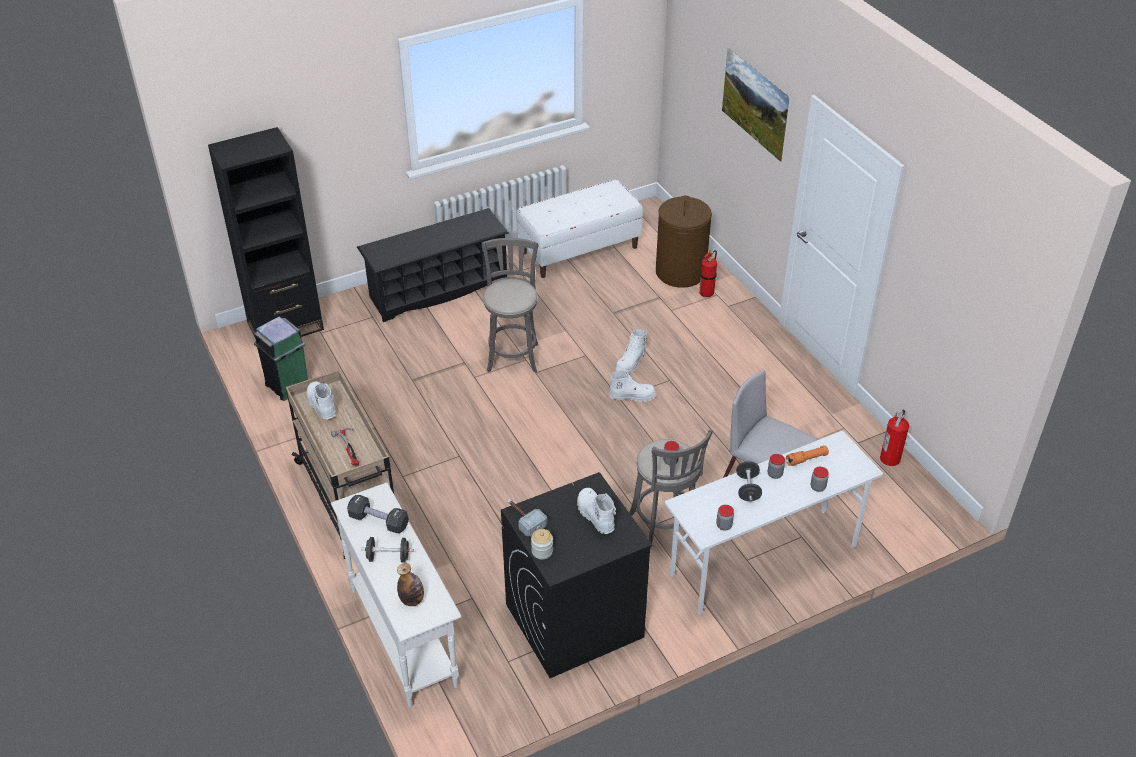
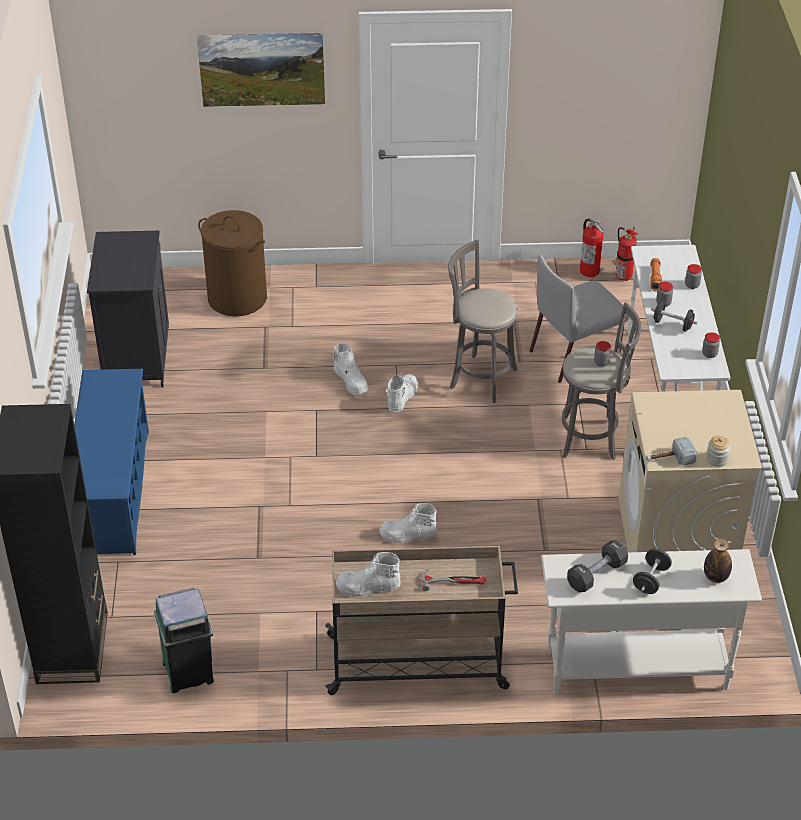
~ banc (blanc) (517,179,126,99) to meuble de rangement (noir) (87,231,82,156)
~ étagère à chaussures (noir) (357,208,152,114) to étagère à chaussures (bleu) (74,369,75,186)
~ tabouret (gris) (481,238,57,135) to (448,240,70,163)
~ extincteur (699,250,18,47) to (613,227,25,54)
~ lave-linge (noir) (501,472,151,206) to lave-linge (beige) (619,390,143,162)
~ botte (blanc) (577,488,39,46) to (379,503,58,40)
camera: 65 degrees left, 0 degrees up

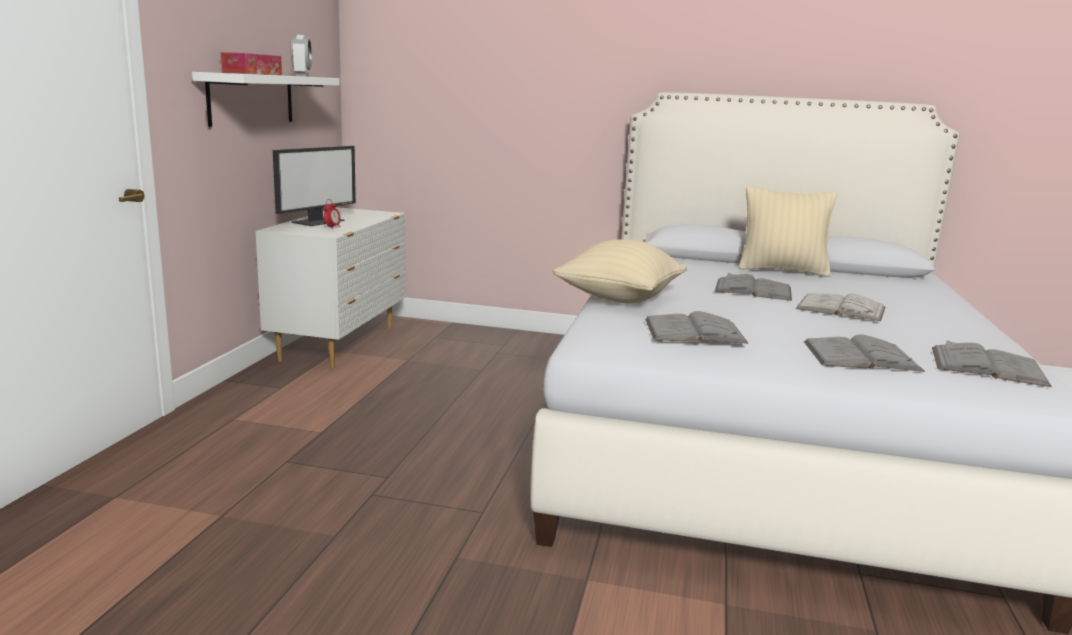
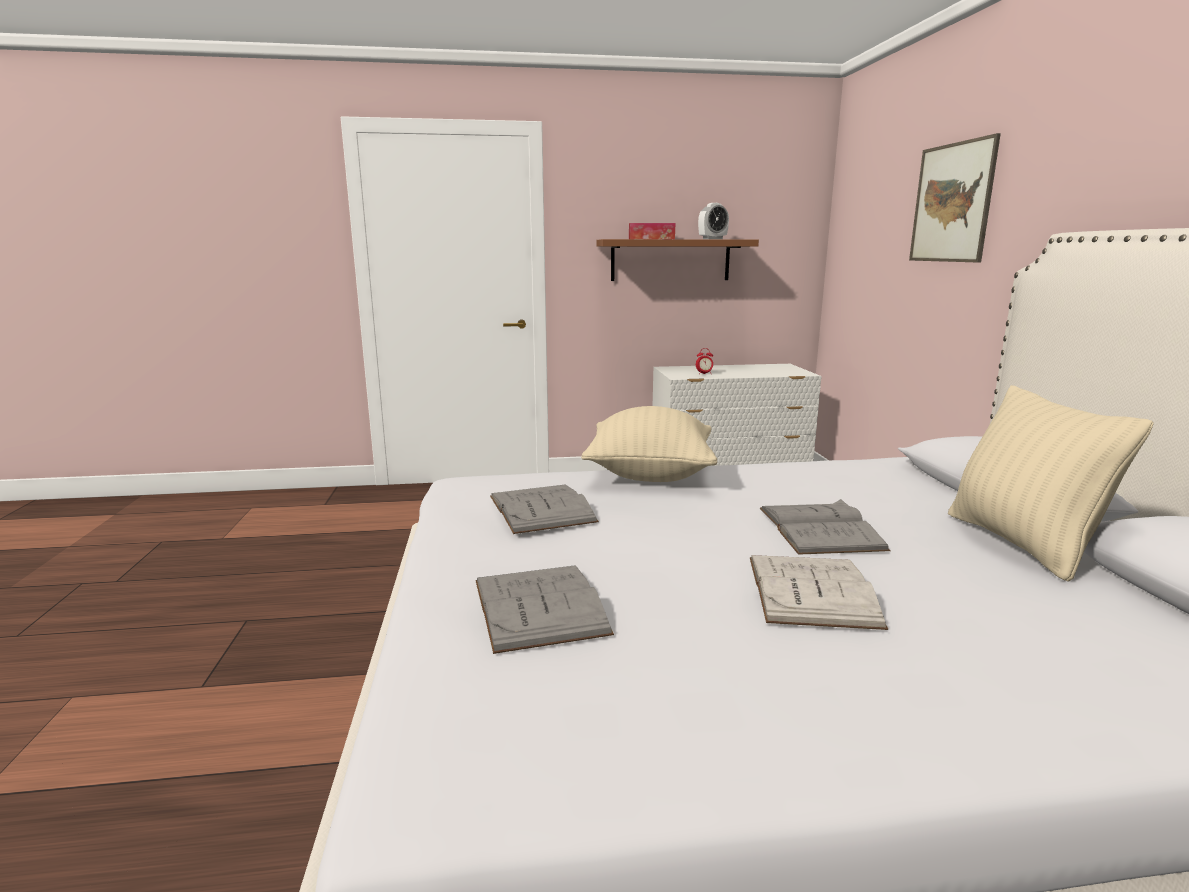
~ étagère (blanc) (192,72,148,55) to étagère (marron) (596,239,163,42)
- écran d'ordinateur (273,146,83,80)
- livre (gris) (932,340,120,47)
+ tableau (909,133,92,130)
camera: 70 degrees right, 0 degrees up

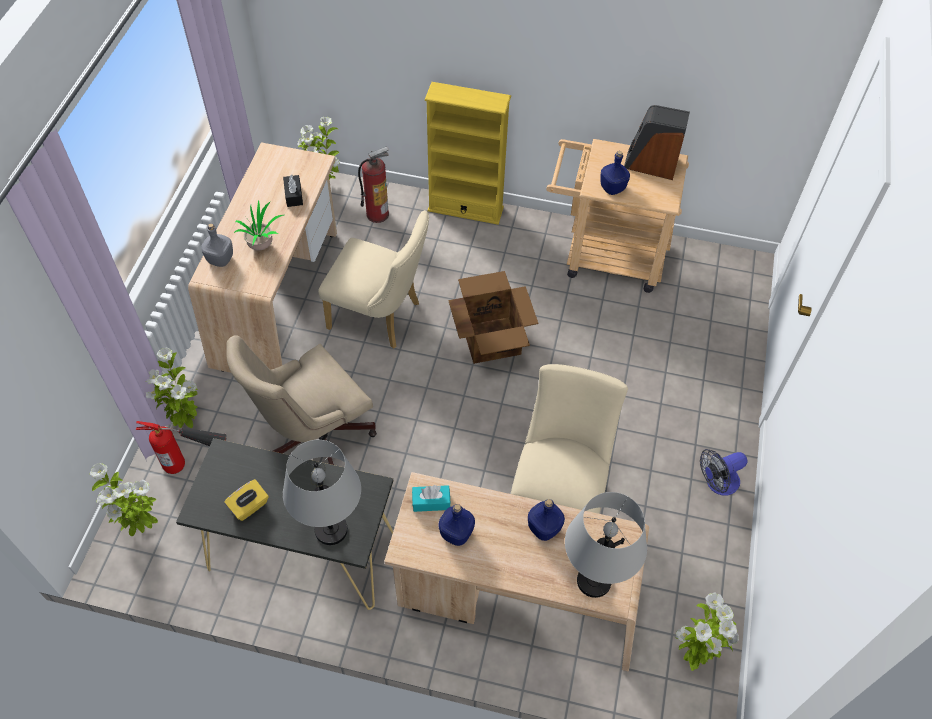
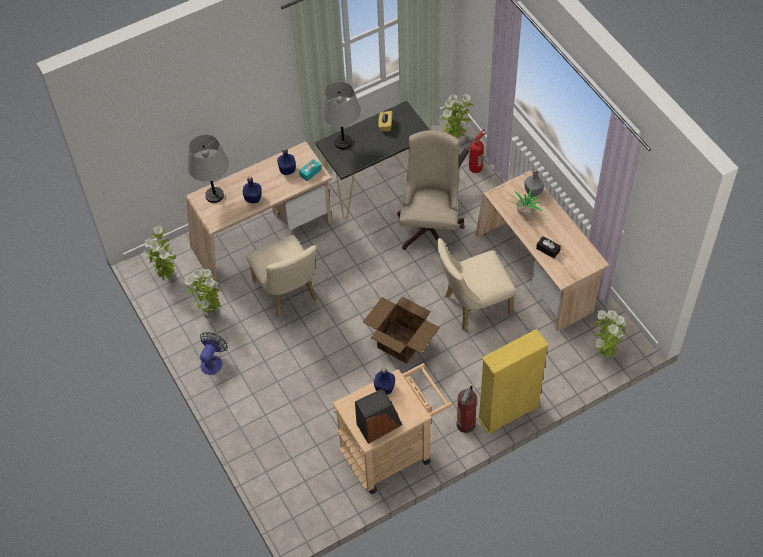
~ extincteur (358,146,31,77) to (456,386,21,47)
~ plante en pot (145,348,53,80) to (184,269,38,45)
camera: 140 degrees right, 0 degrees up

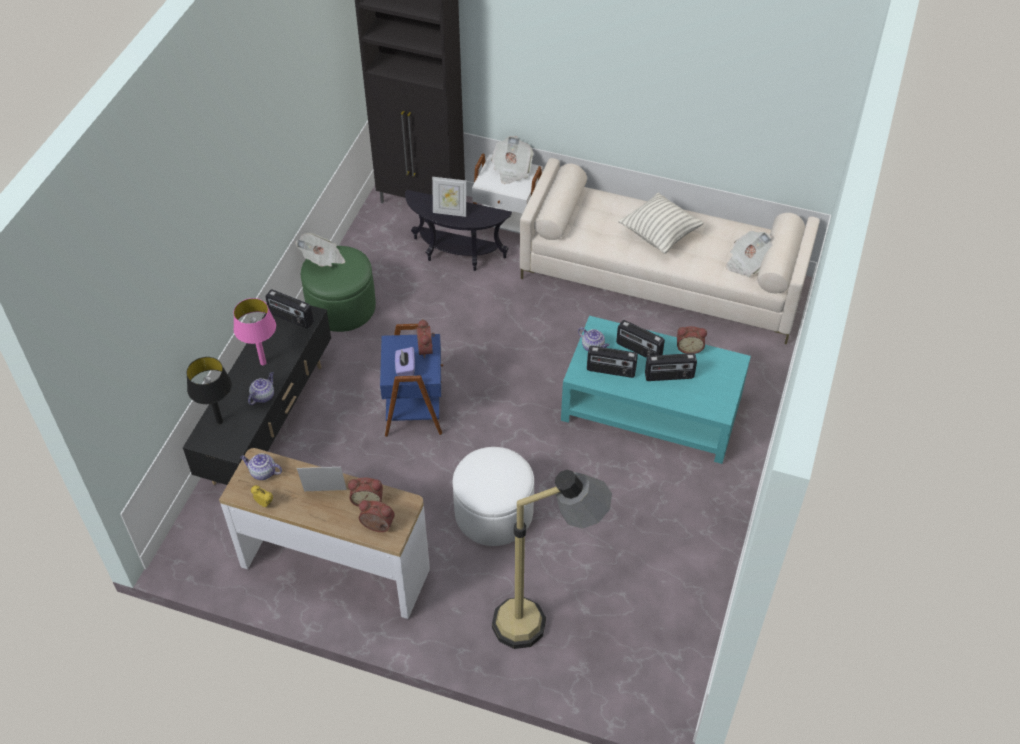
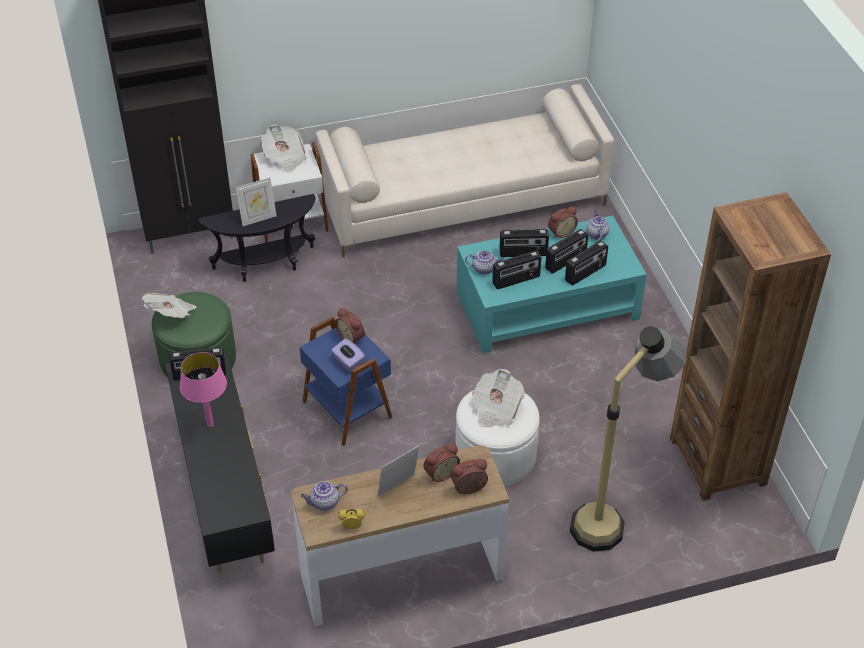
- coussin (619,193,85,61)
~ journal (725,231,48,47) to (472,369,53,59)
- lampe de table (noir) (186,357,46,67)
~ théière (248,372,26,33) to (586,210,24,31)
+ bibliothèque (marron) (670,192,161,309)
+ radio (565,241,43,45)
camera: 35 degrees left, 5 degrees down

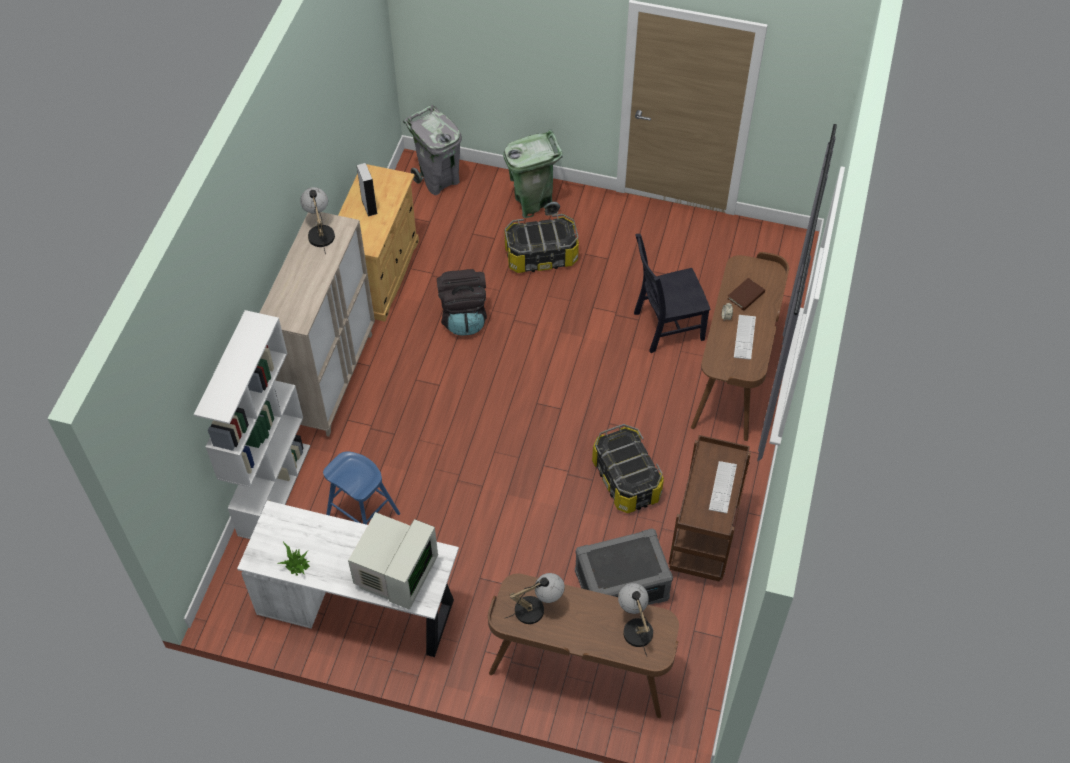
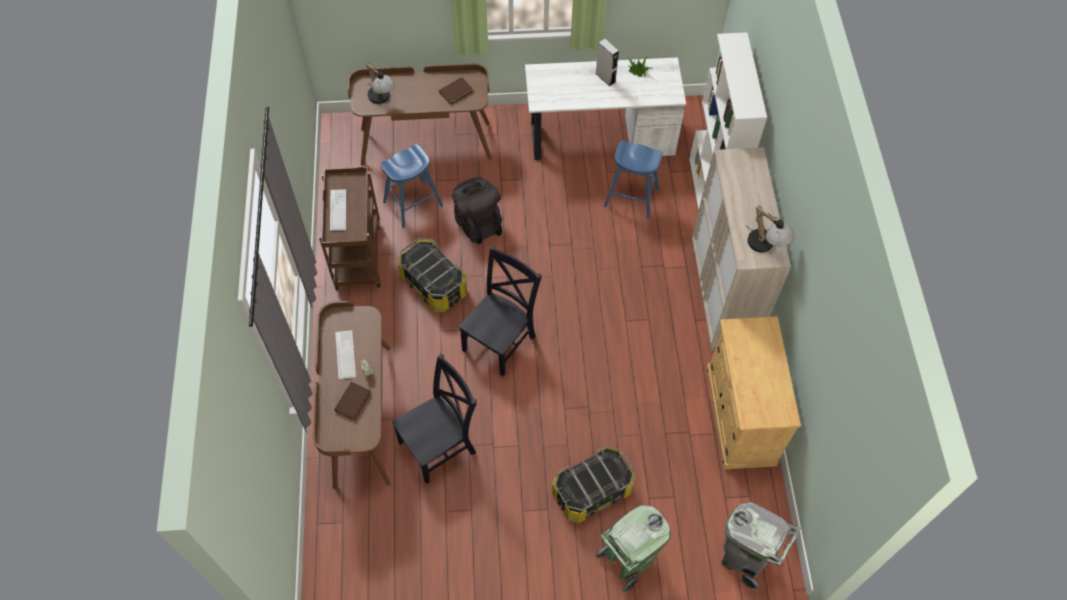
~ enceinte (gris) (357,163,20,54) to (595,38,24,48)
~ sac à dos (noir) (437,269,50,67) to (452,177,50,67)
- écran d'ordinateur (348,512,90,98)
~ boîte de rangement (gris) (575,528,98,77) to tabouret (bleu) (381,144,62,84)
~ lampe de table (506,573,59,51) to livre (marron) (439,77,34,27)
+ chaise (noir) (459,245,83,131)
camera: 160 degrees right, 5 degrees up

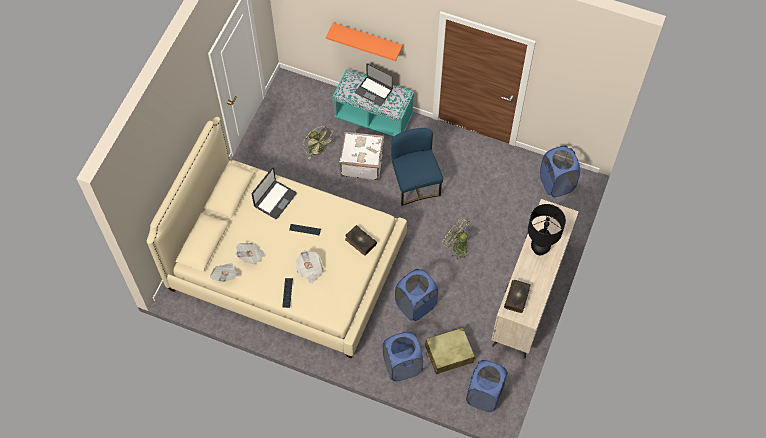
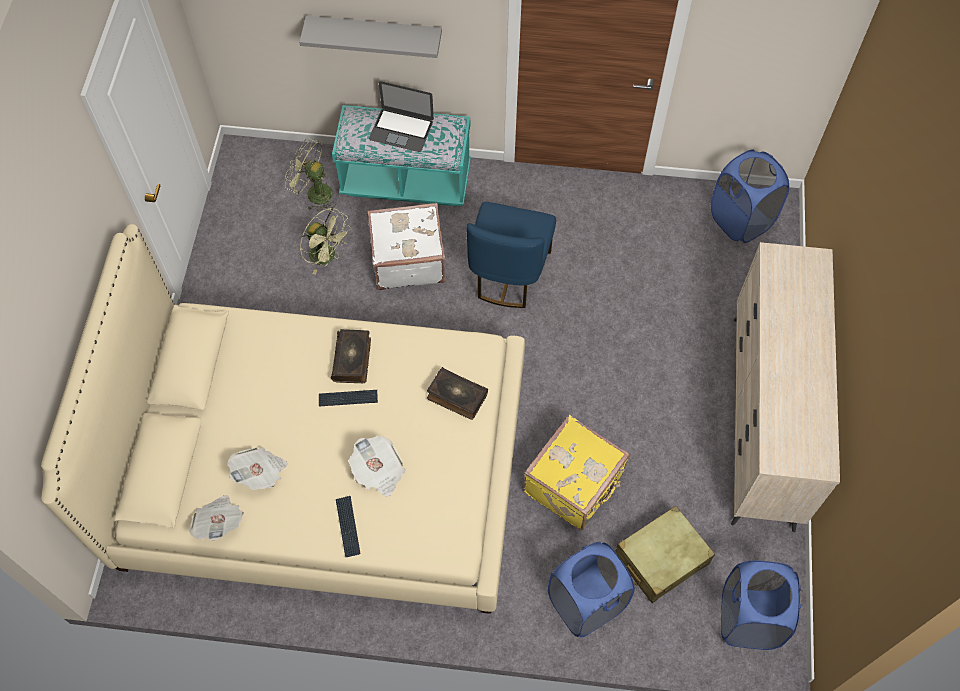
~ étagère (orange) (326,23,77,38) to étagère (gris) (299,16,143,42)
~ chaise (bleu) (391,128,52,78) = (466,202,90,106) 135 degrees counterclockwise
- ordinateur portable (252,167,45,52)
- lampe de table (noir) (528,204,38,51)
~ ventilateur (vert) (442,217,28,43) to (285,138,50,74)
~ panier à linge (bleu) (395,269,43,52) to valise (jaune) (523,415,107,115)
~ livre (504,280,27,33) to (331,329,40,54)
camera: 15 degrees left, 0 degrees up

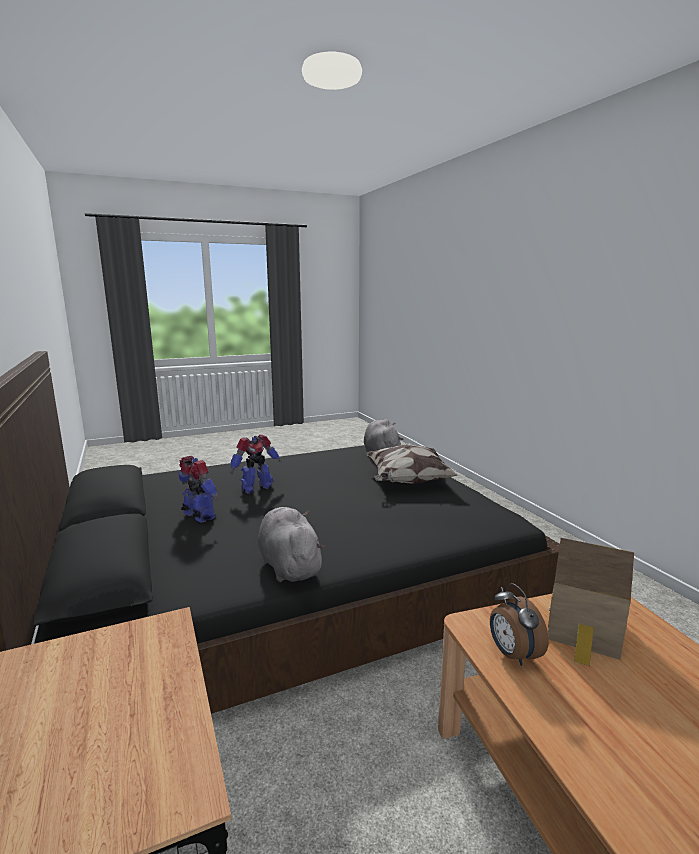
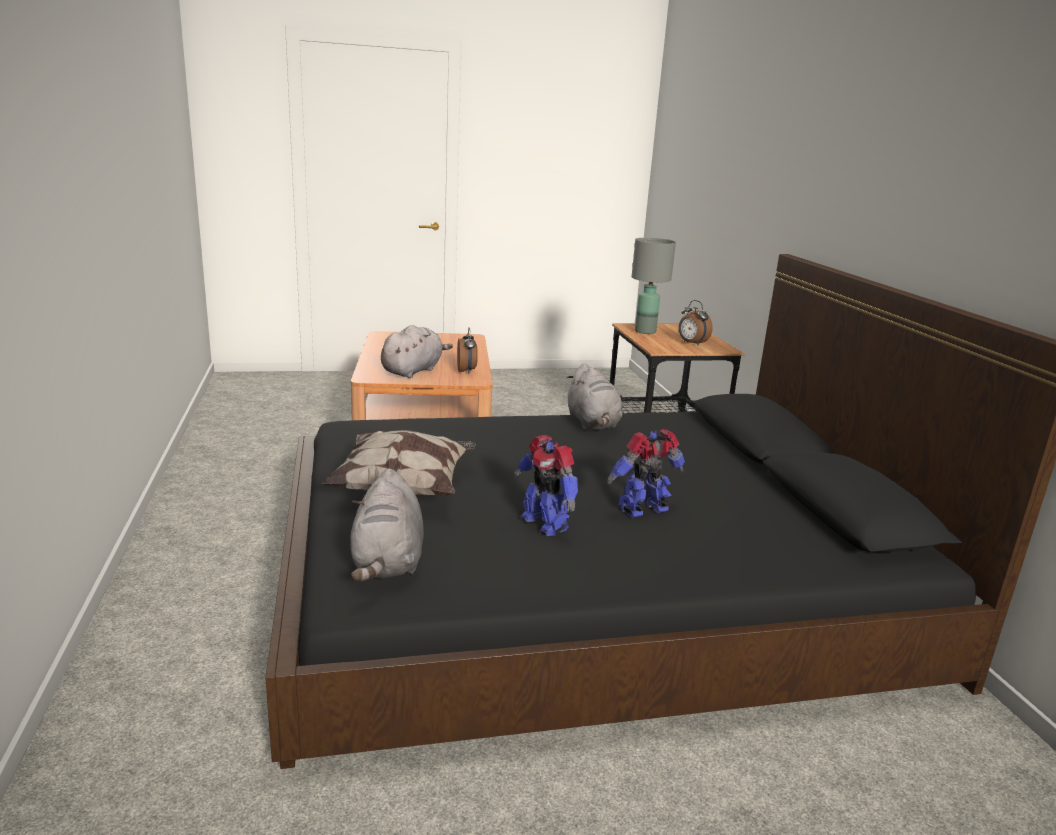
~ robot jouet (178,456,42,67) to (514,435,64,101)
~ maison miniature (548,538,86,128) to peluche (gris) (381,325,72,53)
+ lampe de table (gris) (632,238,44,96)
+ réveil (679,300,34,46)
camera: 170 degrees left, 5 degrees up

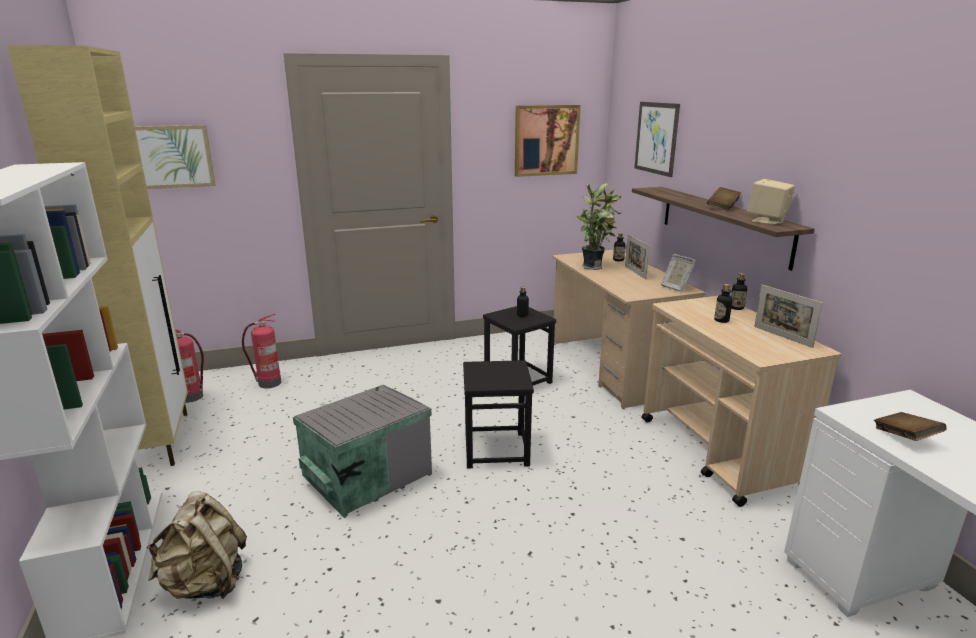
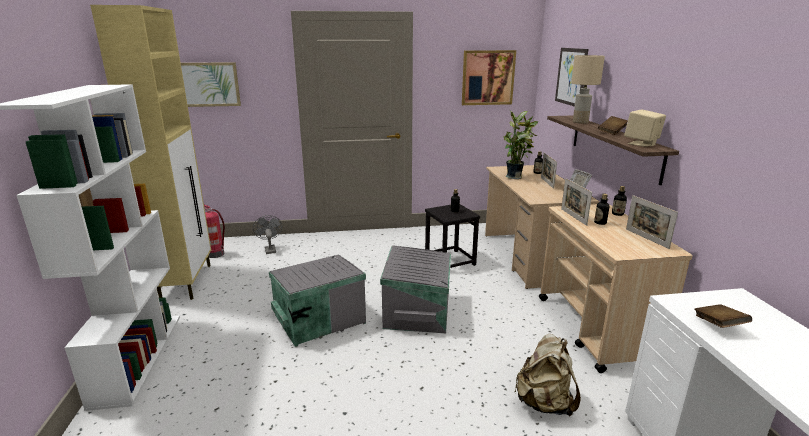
~ extincteur (242,314,39,74) to ventilateur (gris) (253,215,29,39)
~ tabouret (noir) (463,360,71,109) to boîte de rangement (gris) (380,245,71,89)
~ sac à dos (beige) (147,491,100,108) to (515,334,66,82)
+ lampe de table (beige) (571,55,34,69)
+ cadre photo (561,178,31,48)
camera: 10 degrees right, 0 degrees up

